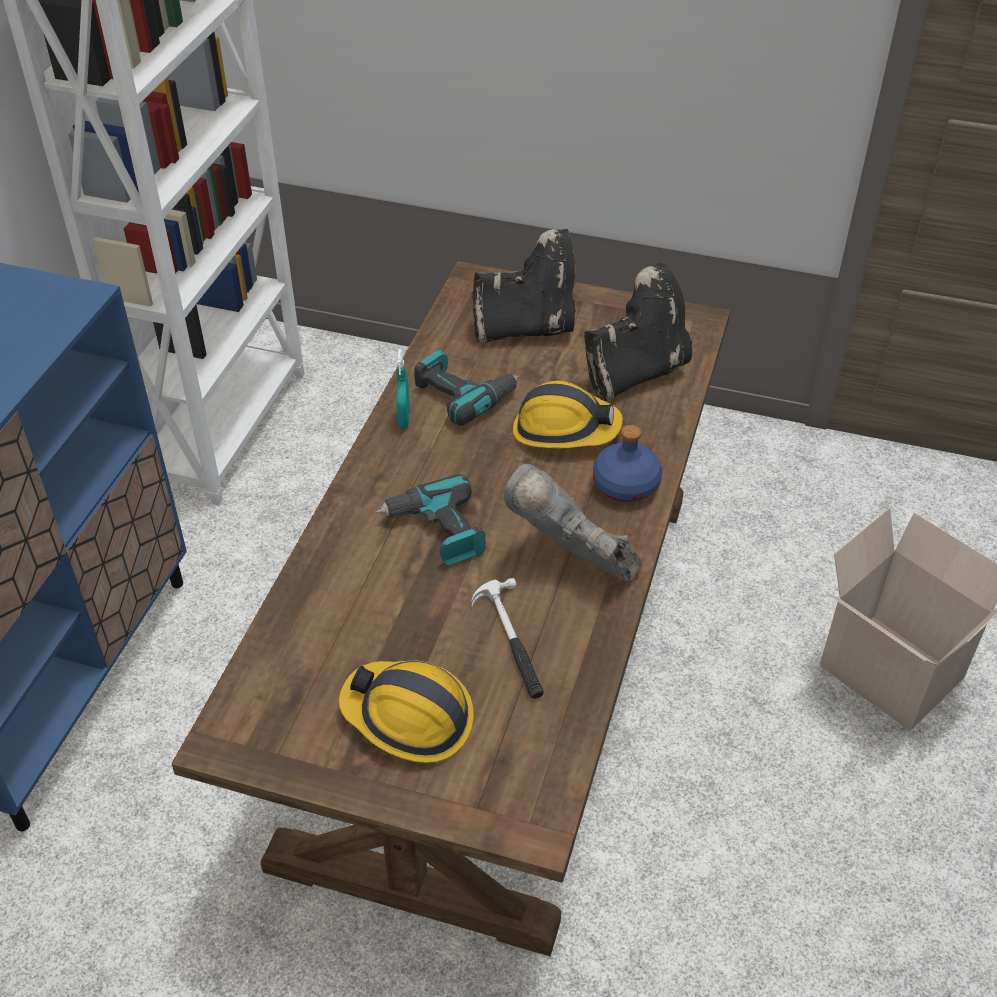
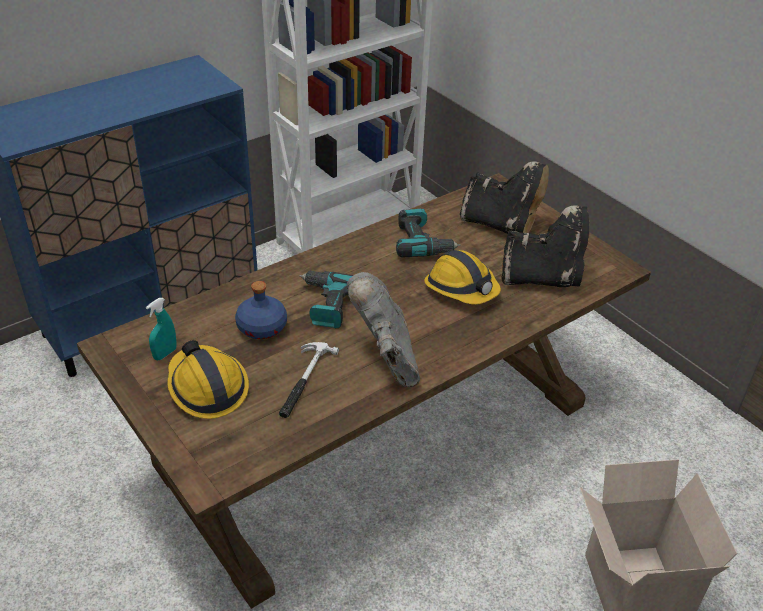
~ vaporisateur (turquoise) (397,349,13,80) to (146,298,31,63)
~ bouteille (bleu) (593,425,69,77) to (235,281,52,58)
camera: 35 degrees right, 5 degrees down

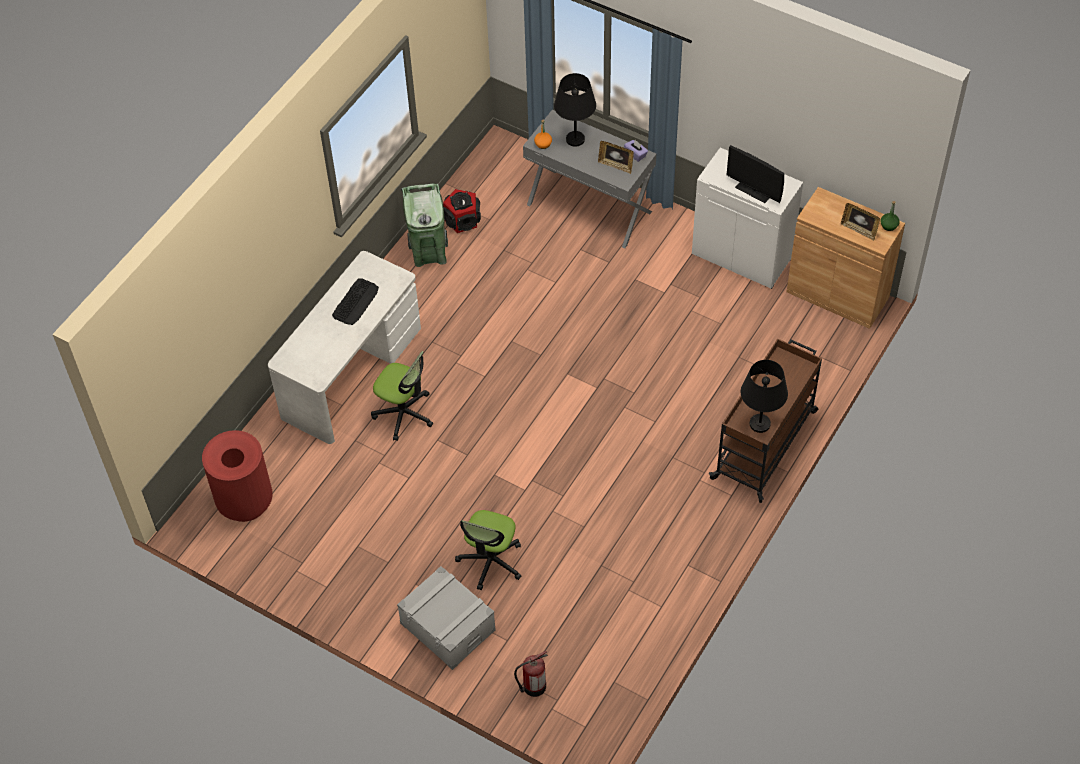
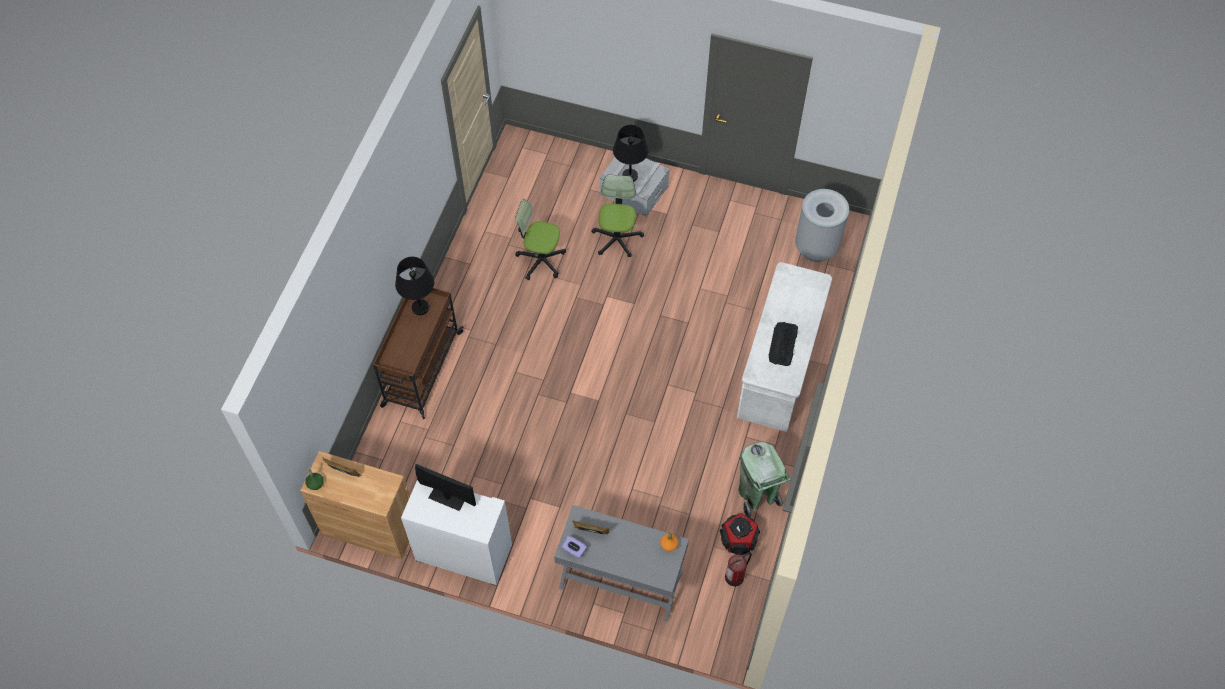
~ lampe de table (noir) (554,73,42,74) to (613,125,35,56)
~ chaise de bureau (371,351,62,90) to (515,199,51,81)
~ poubelle (rouge) (202,430,71,92) to poubelle (gris) (795,189,54,73)
~ extincteur (514,651,34,46) to (725,552,26,34)
camera: 165 degrees right, 5 degrees up

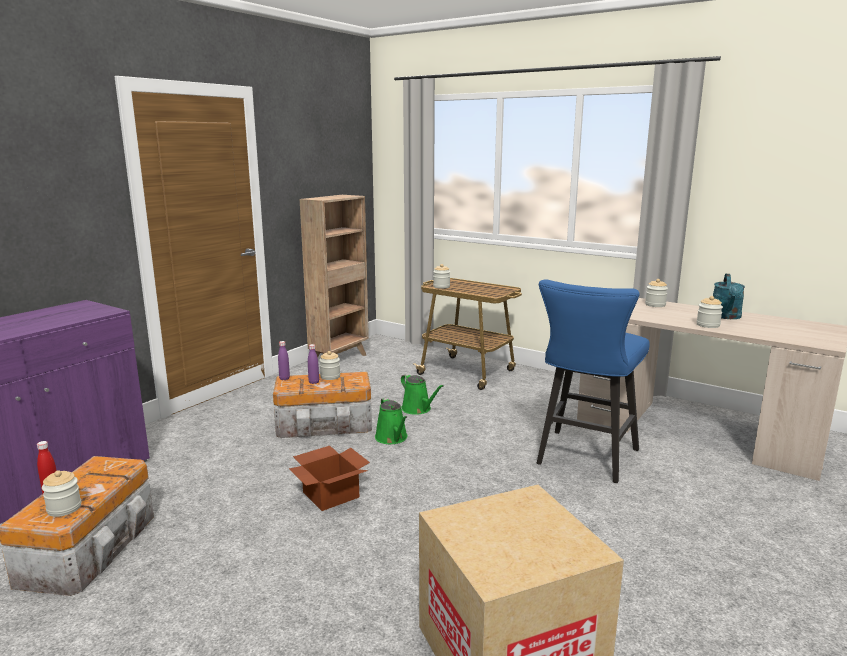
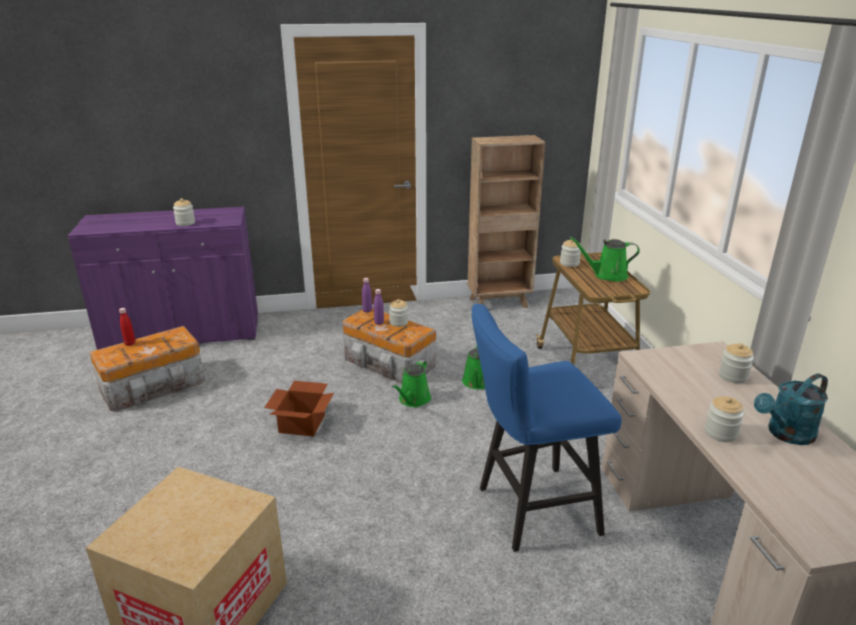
~ bocal (42,470,39,47) to (173,198,22,28)
+ arrosoir (vert) (569,237,71,45)
camera: 45 degrees right, 10 degrees up

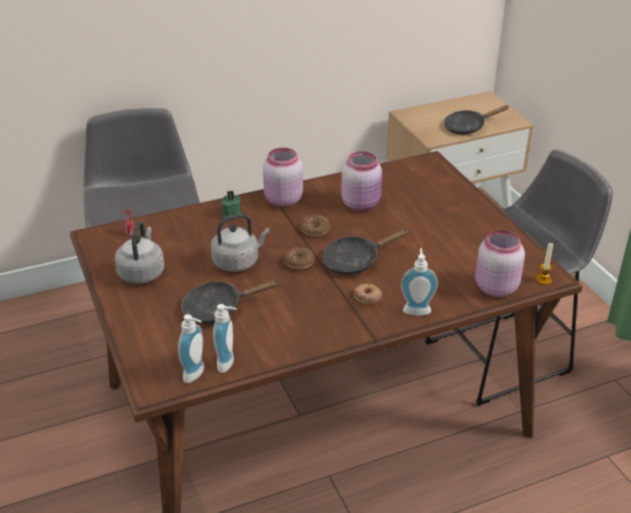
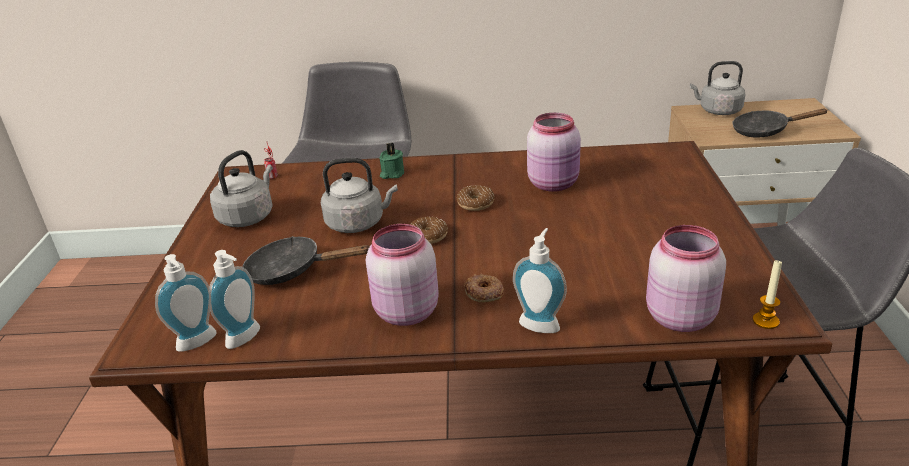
~ bocal (rose) (263,148,40,59) to (366,224,73,102)
- poêle (noir) (322,228,89,47)
+ bouilloire (gris) (690,61,55,54)
camera: 25 degrees right, 5 degrees down

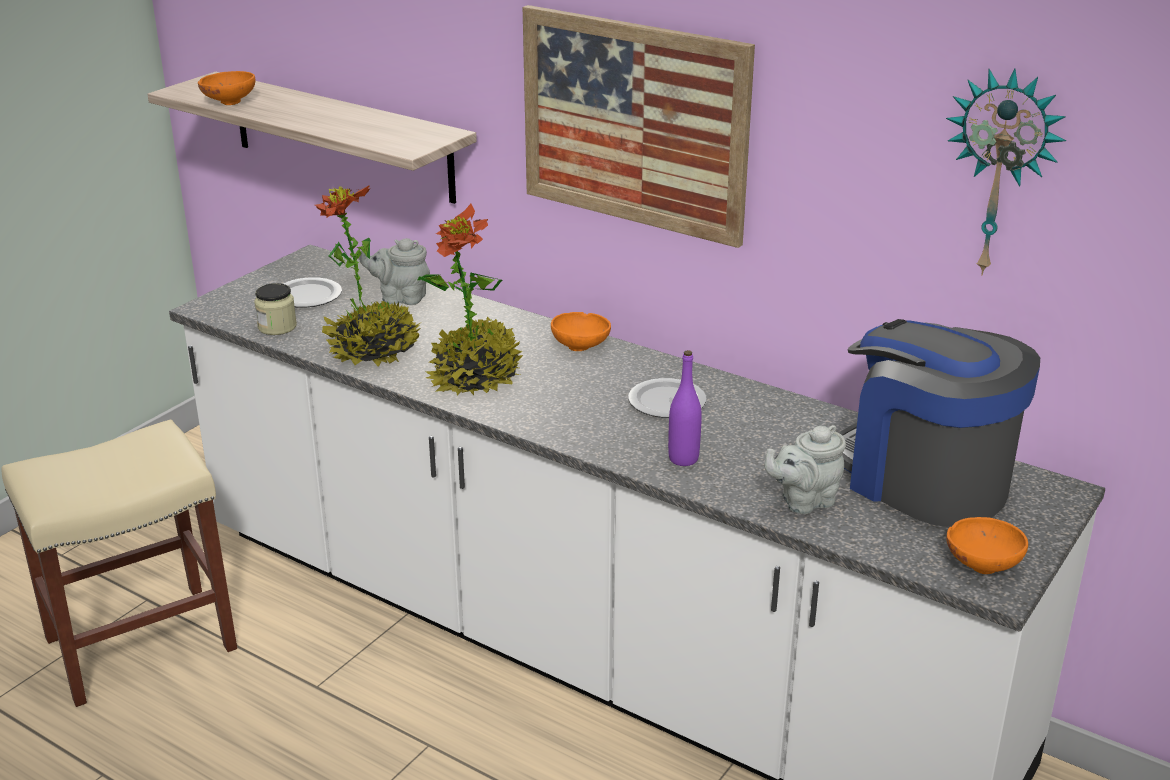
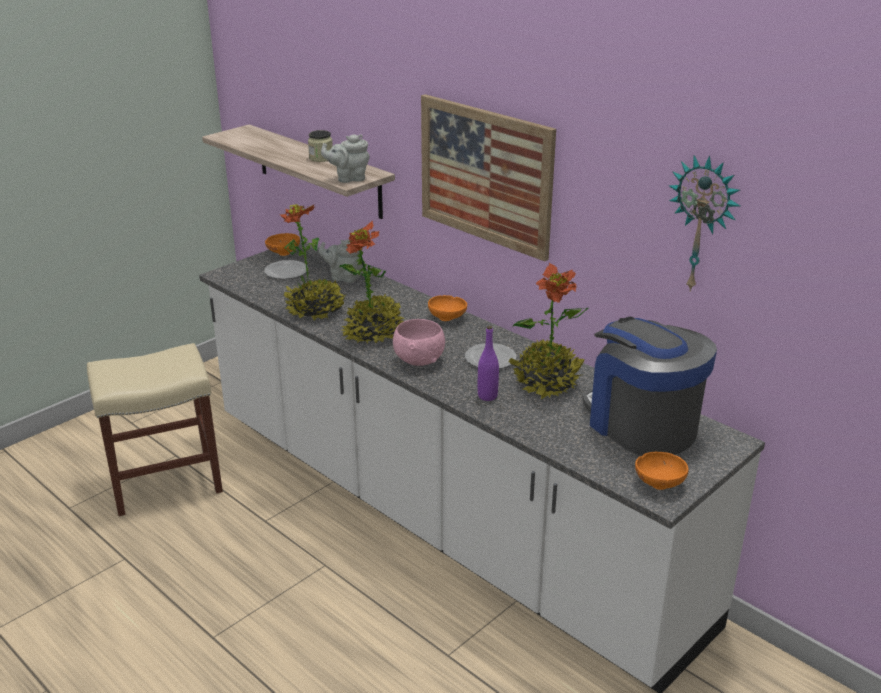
~ bol (orange) (198,71,57,34) to (265,233,35,23)
~ bocal (254,283,43,52) to (308,130,25,32)
~ théière (gris) (764,425,82,89) to (321,134,49,49)
+ plante en pot (509,263,80,136)
+ bol (rose) (393,319,52,47)
camera: 10 degrees right, 0 degrees up

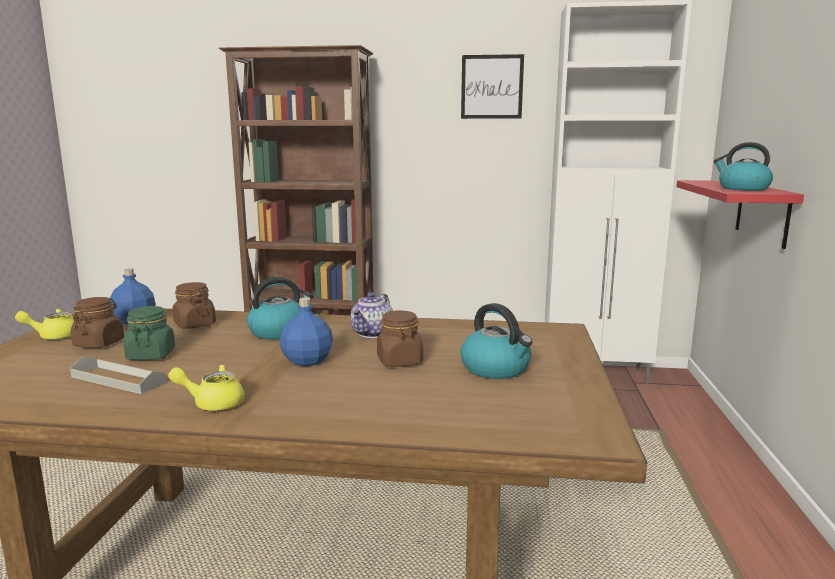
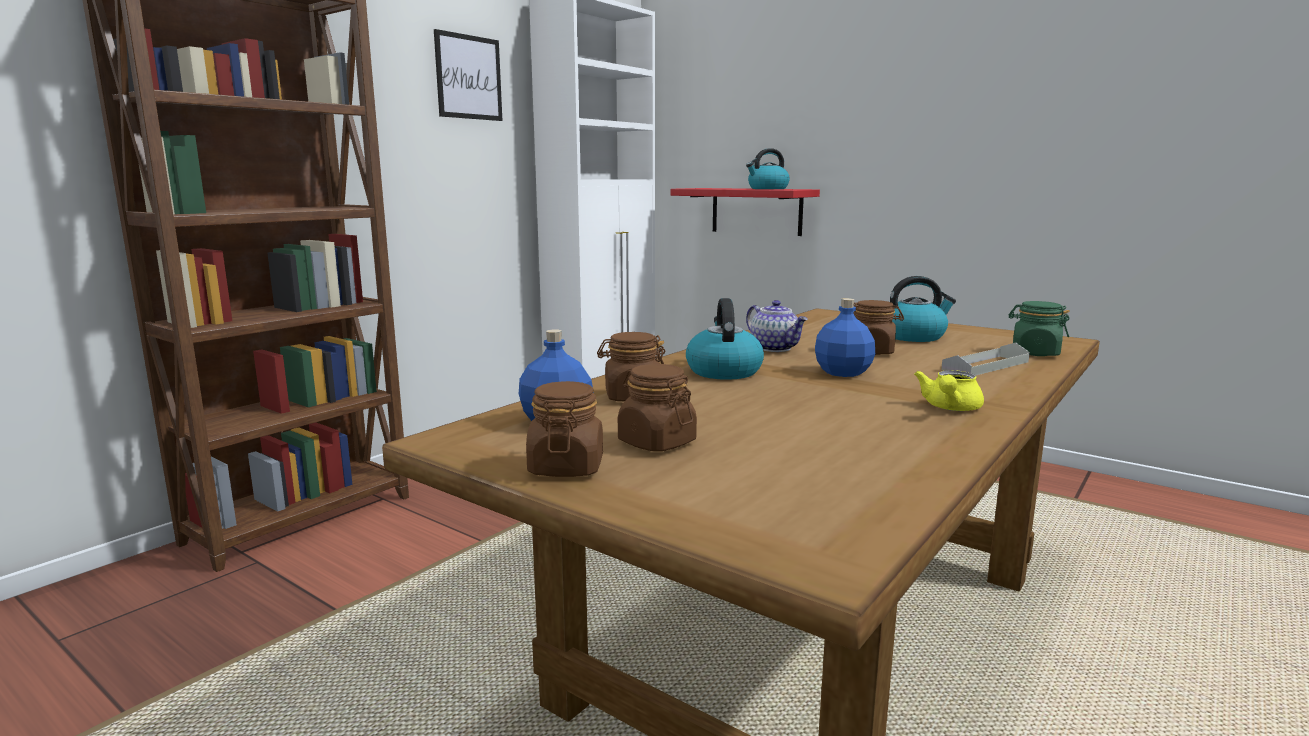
~ bocal (vert) (124,306,51,54) to (1009,301,61,55)
~ théière (jaune) (15,309,59,31) to bocal (marron) (526,381,77,96)
~ plateau (gris) (70,356,97,38) to (941,342,89,34)
camera: 60 degrees left, 0 degrees up

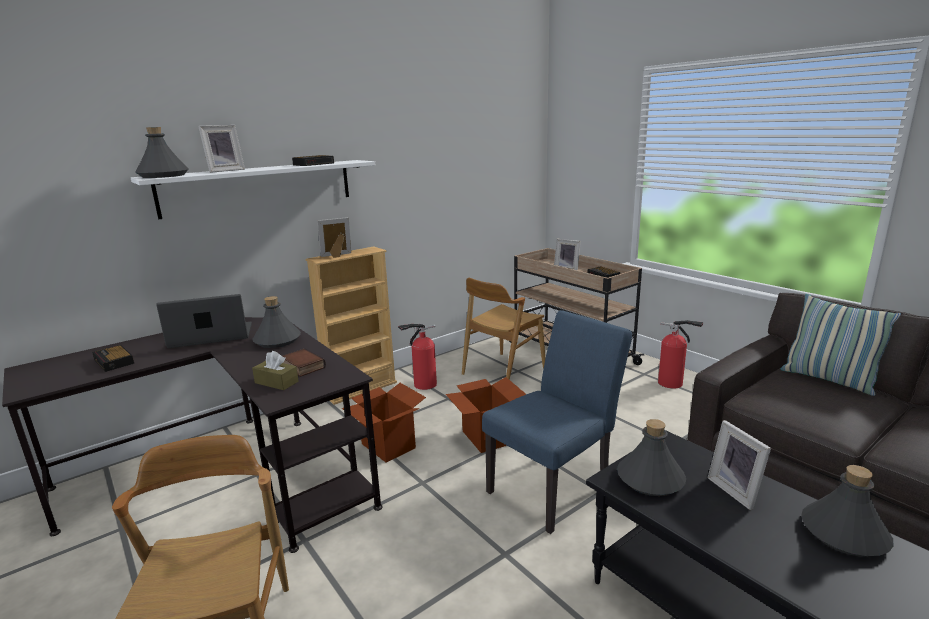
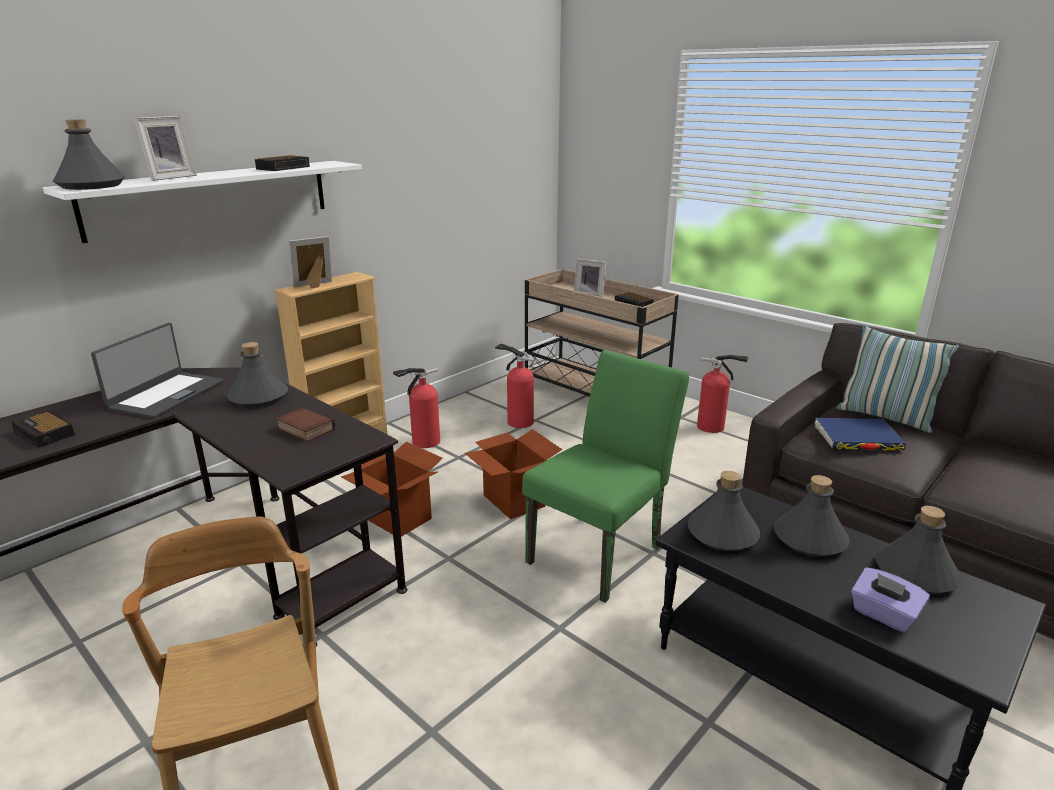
~ chaise (marron) (462,278,83,102) to extincteur (495,344,40,84)
~ ordinateur portable (156,294,96,54) = (91,323,133,96) 135 degrees clockwise
~ chaise (bleu) (482,310,150,224) to chaise (vert) (522,350,167,253)
- boîte à mouchoirs (marron) (252,351,47,39)
~ cadre photo (708,420,63,90) to bouteille (gris) (774,475,76,82)
+ livre (bleu) (815,418,91,32)
+ boîte à mouchoirs (violet) (851,568,79,65)
camera: 10 degrees left, 5 degrees up

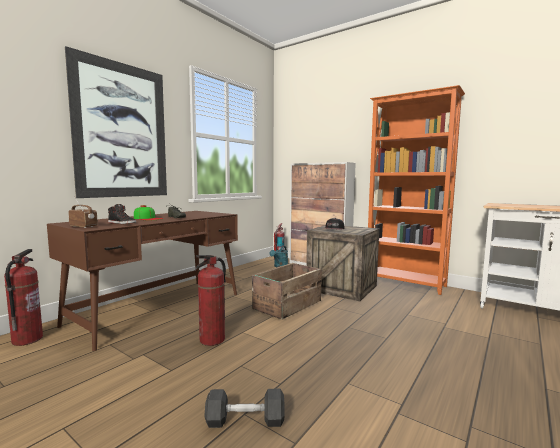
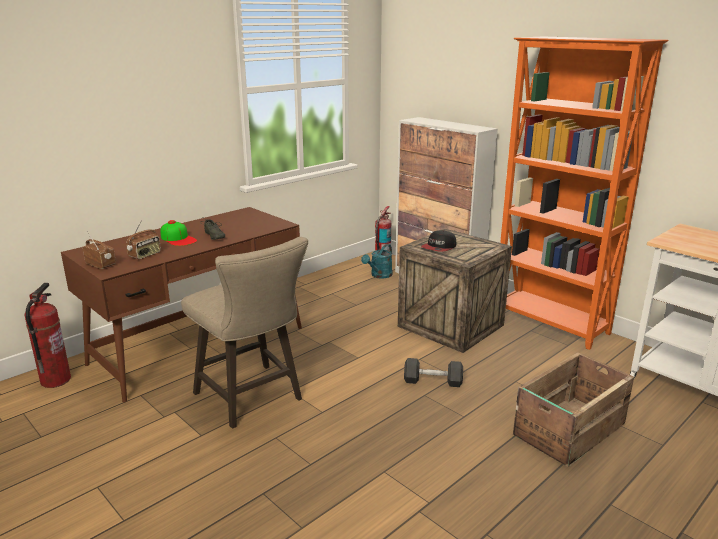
- tableau (65,46,102,152)
~ chaussure (noir) (108,204,28,20) to radio (126,220,35,39)
~ extincteur (196,255,30,91) to tabouret (beige) (181,237,127,192)
~ caisse (252,263,70,57) to (513,352,121,115)
~ haltère (gris) (204,389,81,39) to (404,358,59,29)
camera: 10 degrees right, 15 degrees up

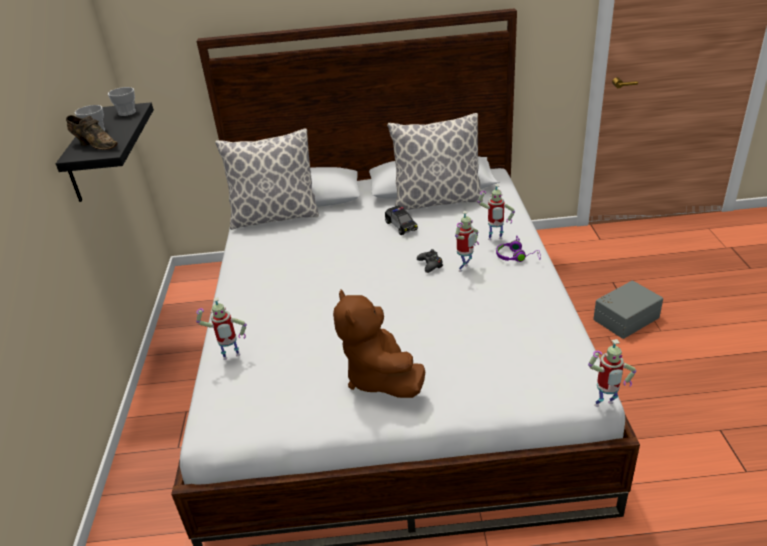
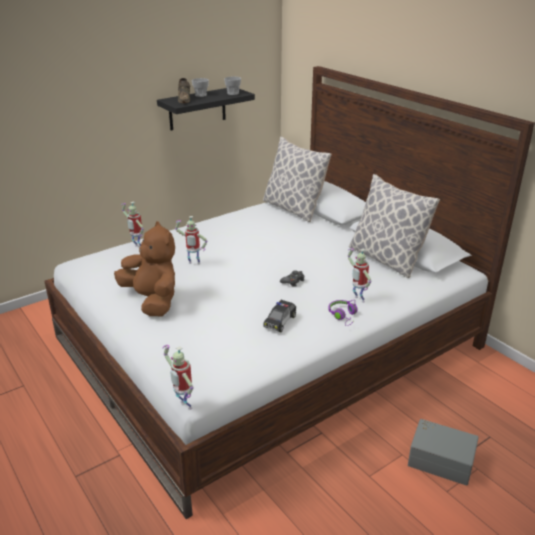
~ petite voiture (385,205,33,30) to (263,300,33,32)
~ robot jouet (455,211,24,61) to (175,216,33,48)
~ peluche (marron) (333,289,92,109) = (114,221,61,95) 105 degrees clockwise
camera: 55 degrees right, 5 degrees down

